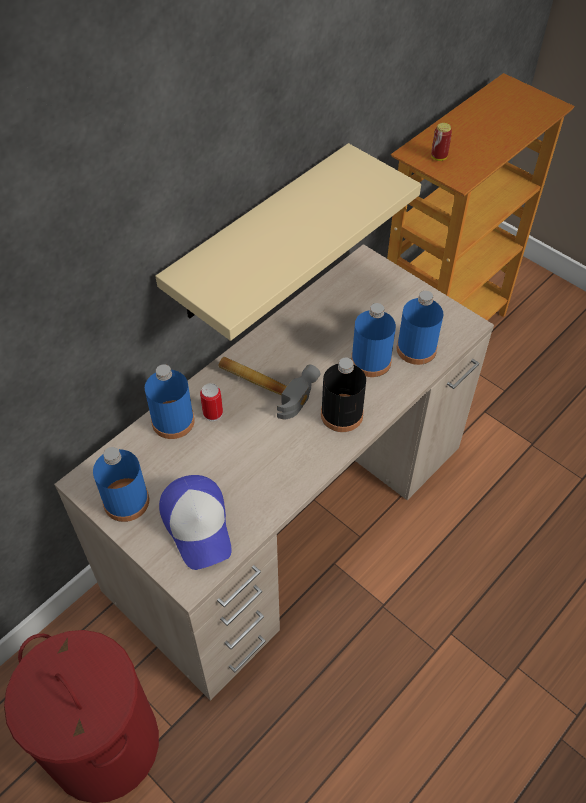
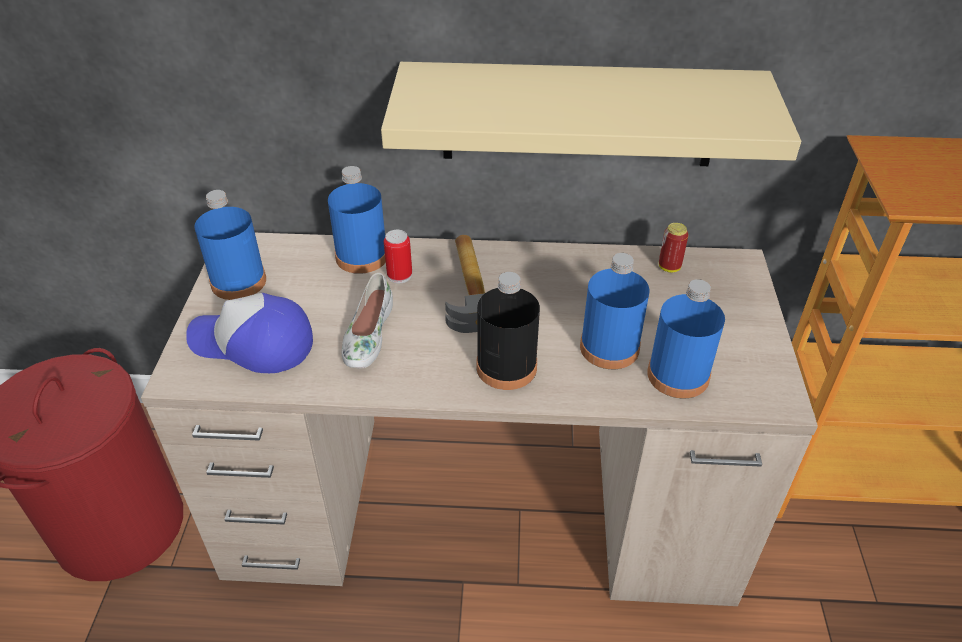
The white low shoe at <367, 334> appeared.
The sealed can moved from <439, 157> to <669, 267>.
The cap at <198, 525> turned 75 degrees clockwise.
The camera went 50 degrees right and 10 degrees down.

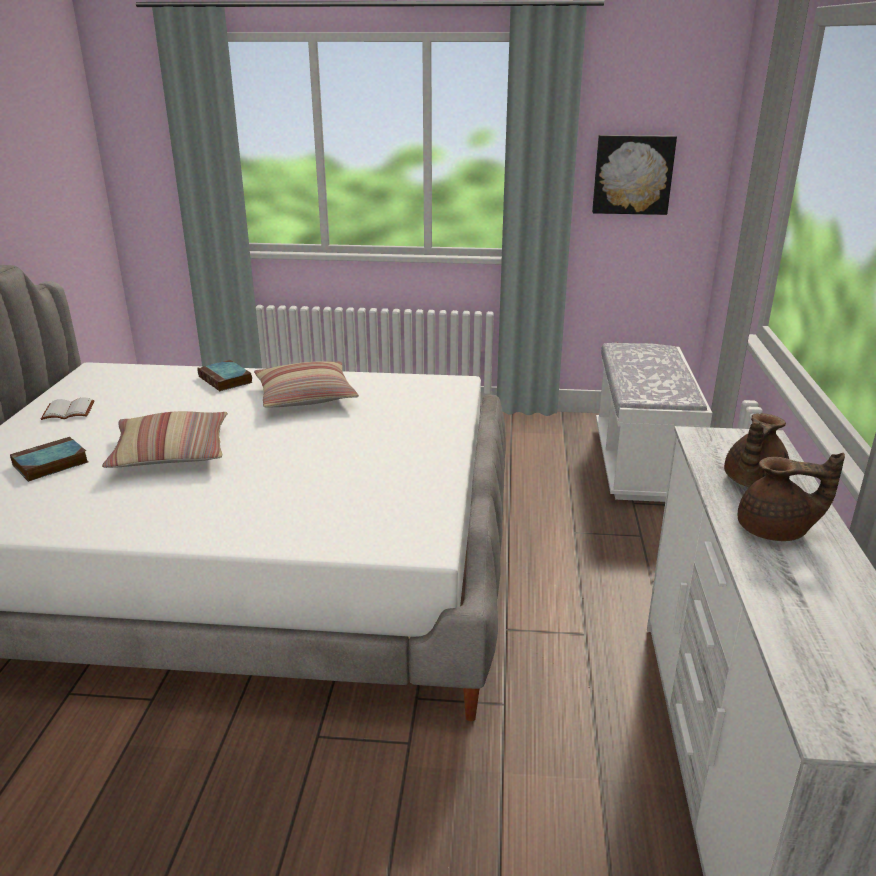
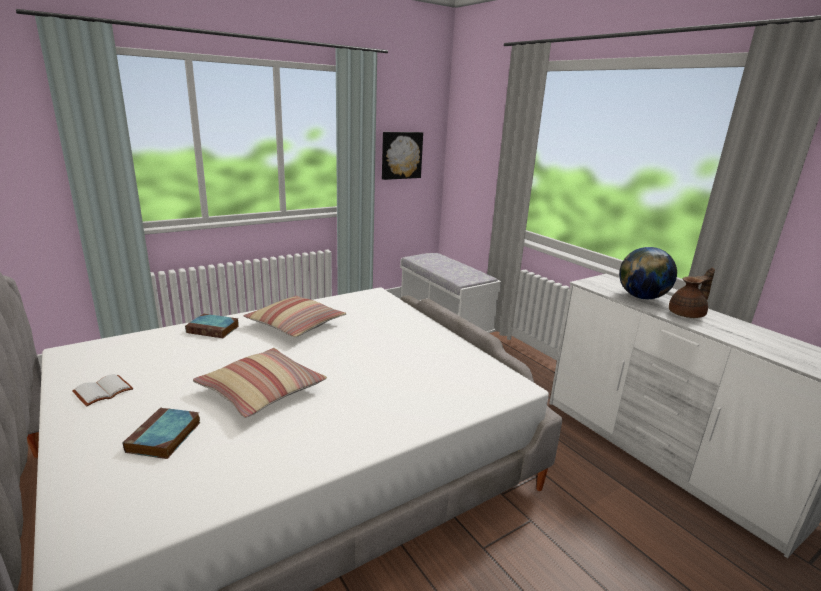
The brown pot for tea at <751, 482> was replaced by the globe at <641, 297>.
The camera went 40 degrees left and 5 degrees down.

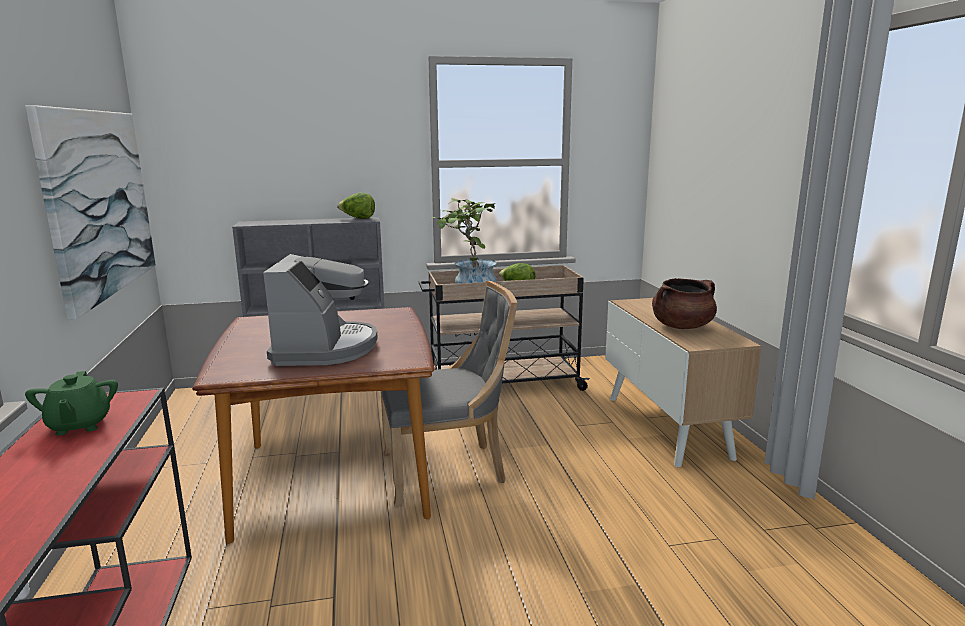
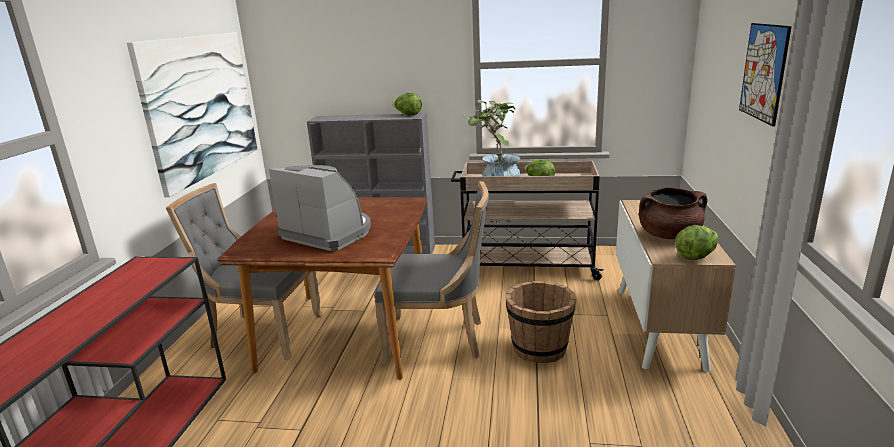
The green pot for tea at <79, 425> disappeared.
The gray chair at <262, 333> appeared.
The brown bucket at <539, 348> appeared.
The lettuce at <696, 256> appeared.
The wall art at <763, 72> appeared.
The coffee brewer at <325, 348> turned 75 degrees counterclockwise.
The camera went 20 degrees right and 5 degrees up.

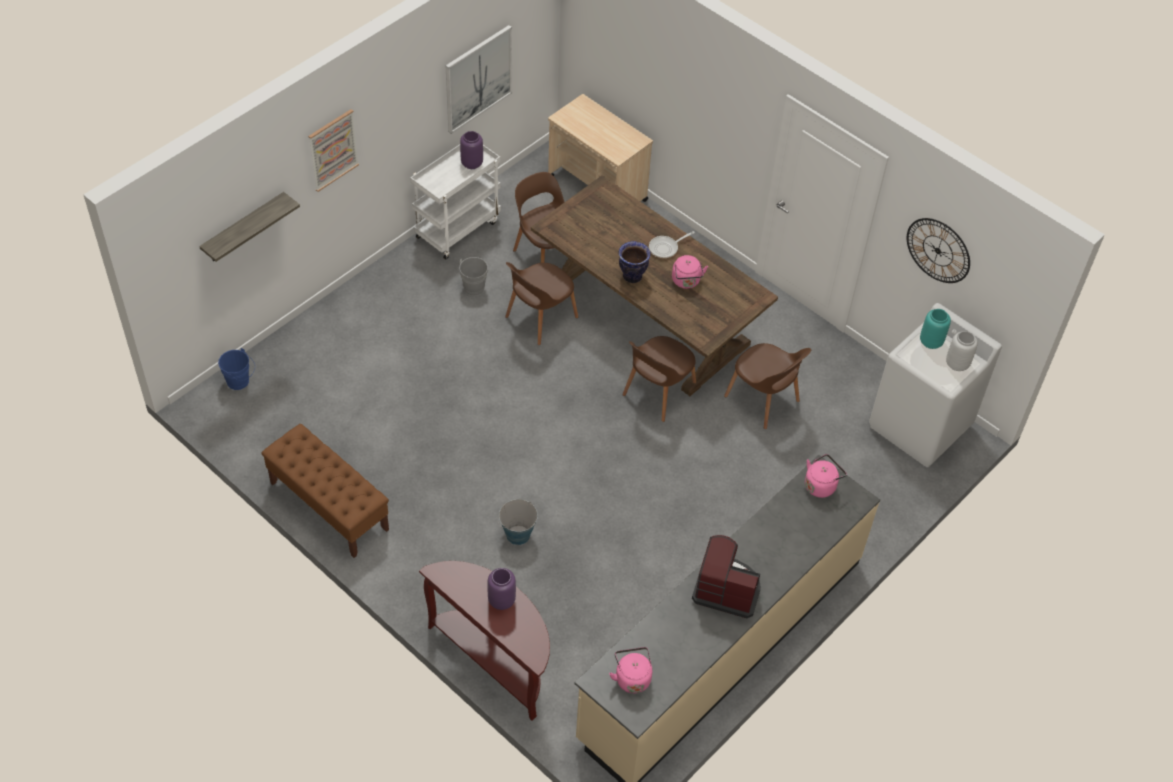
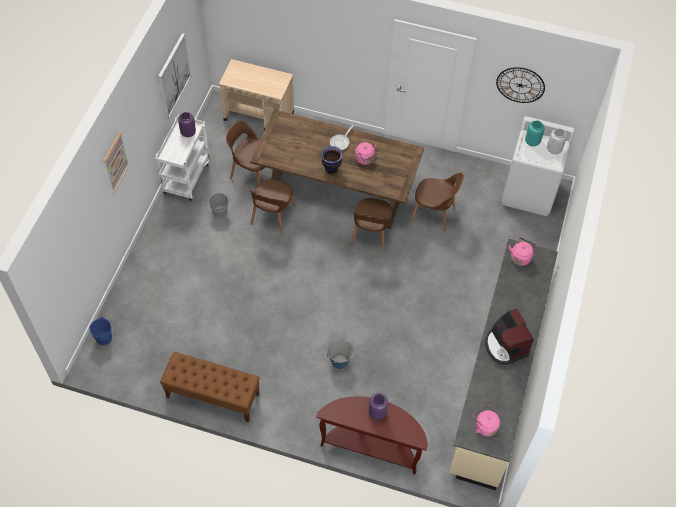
The wall shelf at <244, 228> disappeared.
The coffee brewer at <726, 589> turned 105 degrees counterclockwise.
The camera went 25 degrees left and 5 degrees up.

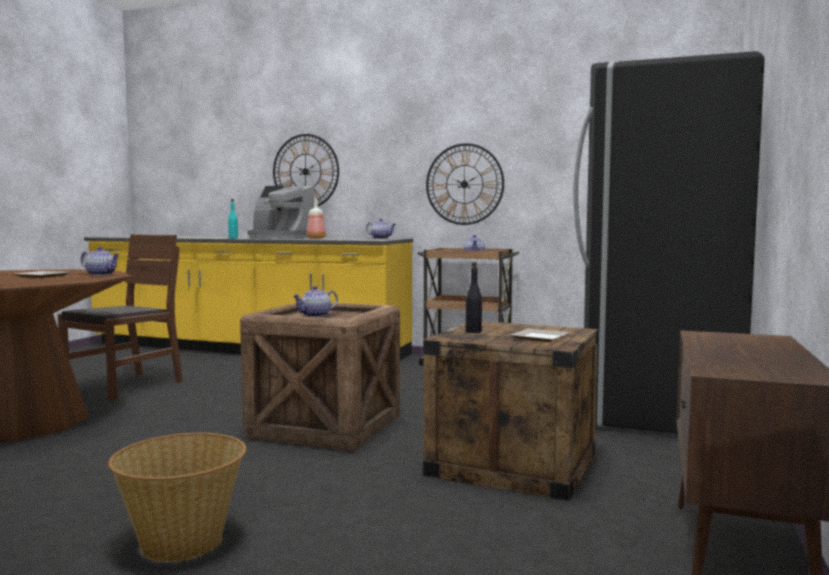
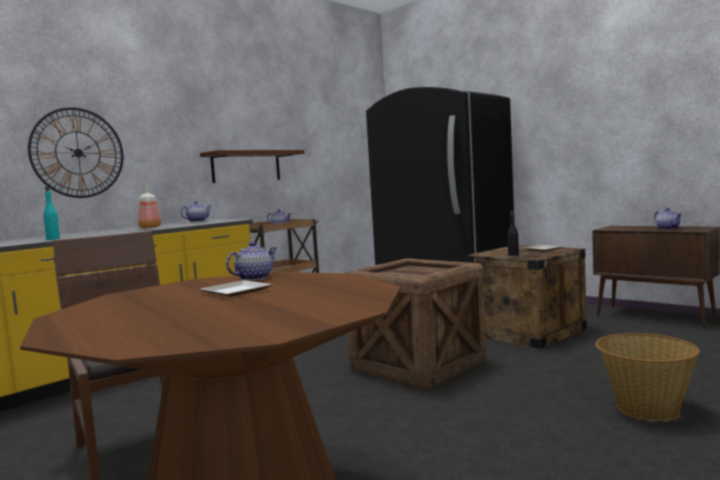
The coffee brewer at <279, 238> disappeared.
The pot for tea moved from <315, 316> to <668, 228>.
The clock on the wall at <464, 184> was replaced by the brown wall shelf at <246, 167>.
The camera went 65 degrees left and 0 degrees up.

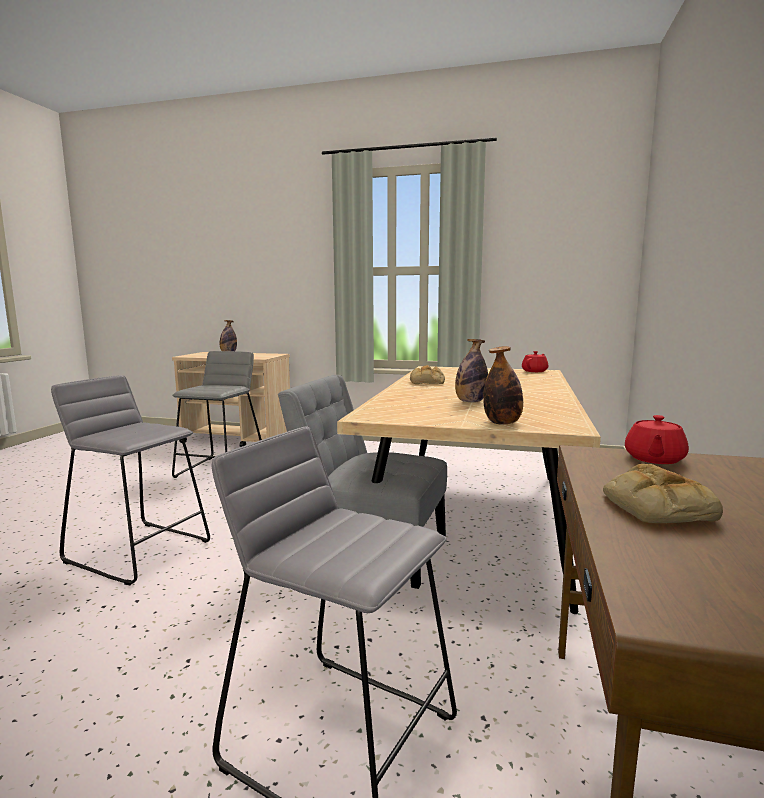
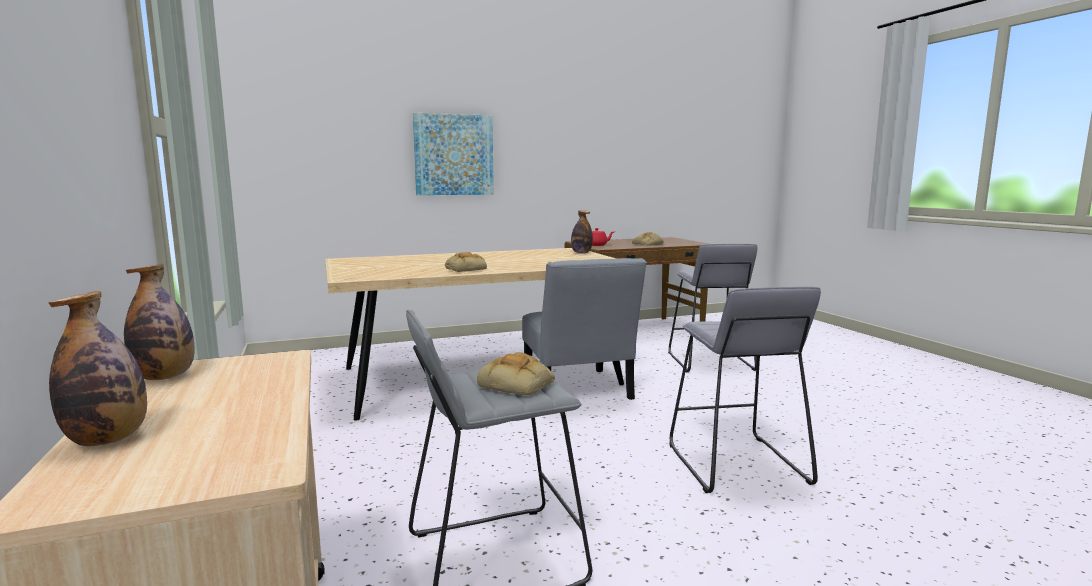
The reddish pot for tea at <535, 371> disappeared.
The wall art at <453, 155> appeared.
The baked bread at <518, 384> appeared.
The drink bottle moved from <470, 402> to <165, 377>.
The camera went 125 degrees left and 0 degrees up.

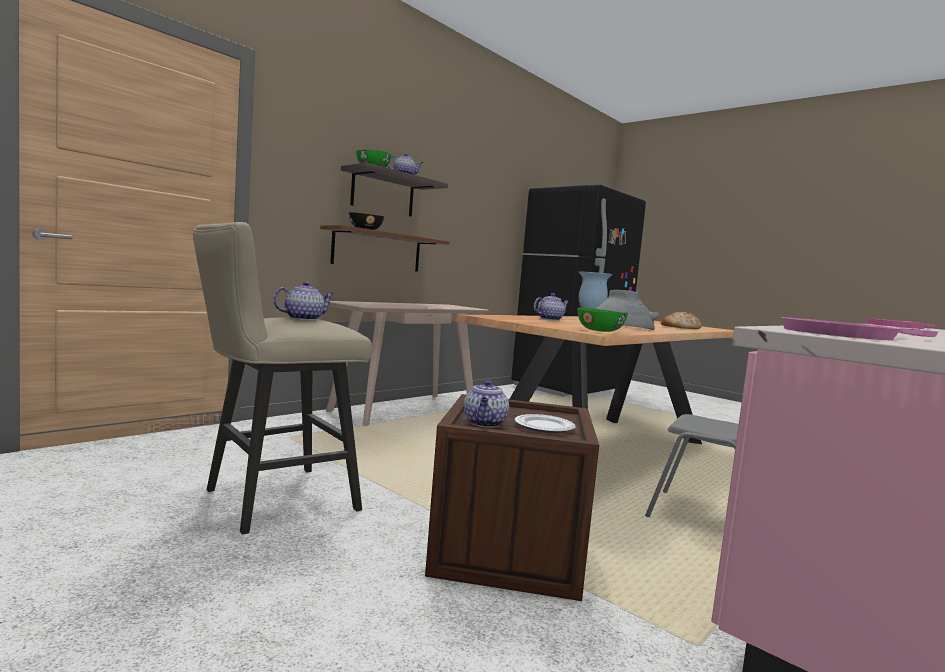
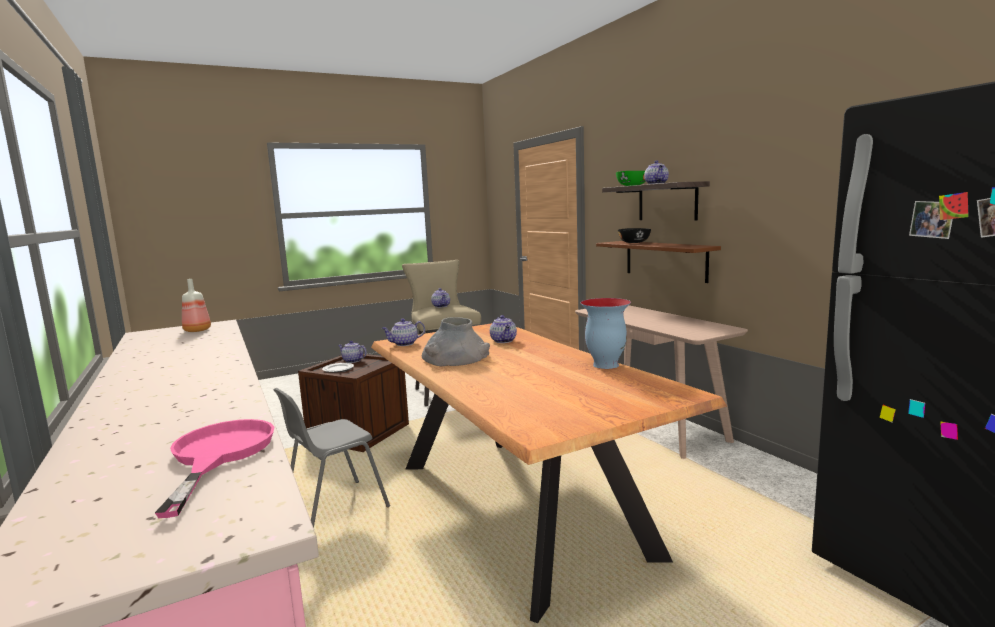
The baked bread at <680, 327> disappeared.
The green serving bowl at <600, 331> was replaced by the pot for tea at <404, 344>.
The pink-coloured frying pan at <850, 334> was replaced by the drink bottle at <196, 330>.
The camera went 110 degrees right and 5 degrees up.

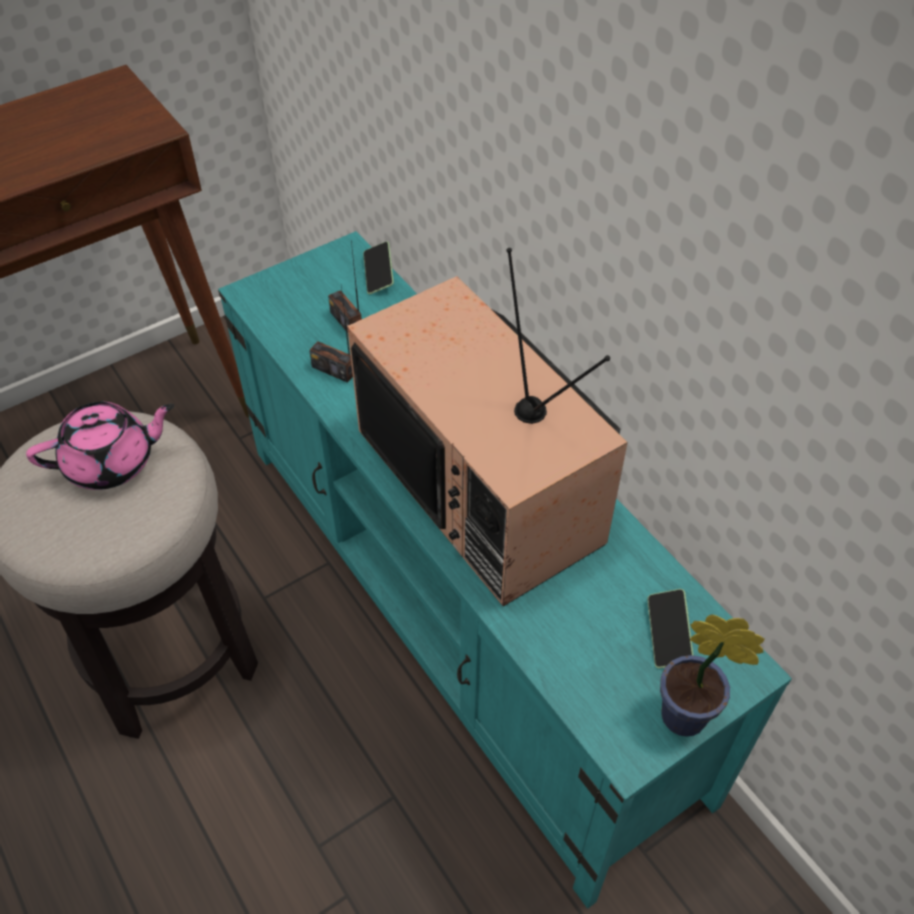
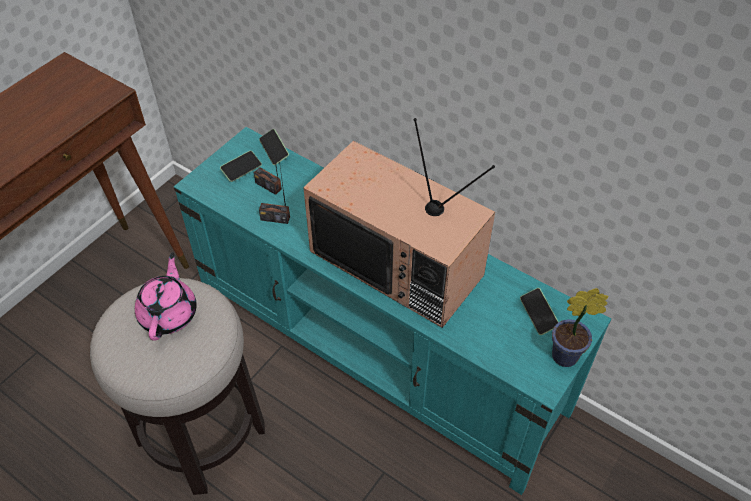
The phone at <241, 170> appeared.
The pink-coloured pot for tea at <112, 462> turned 45 degrees counterclockwise.
The camera went 20 degrees left and 0 degrees up.

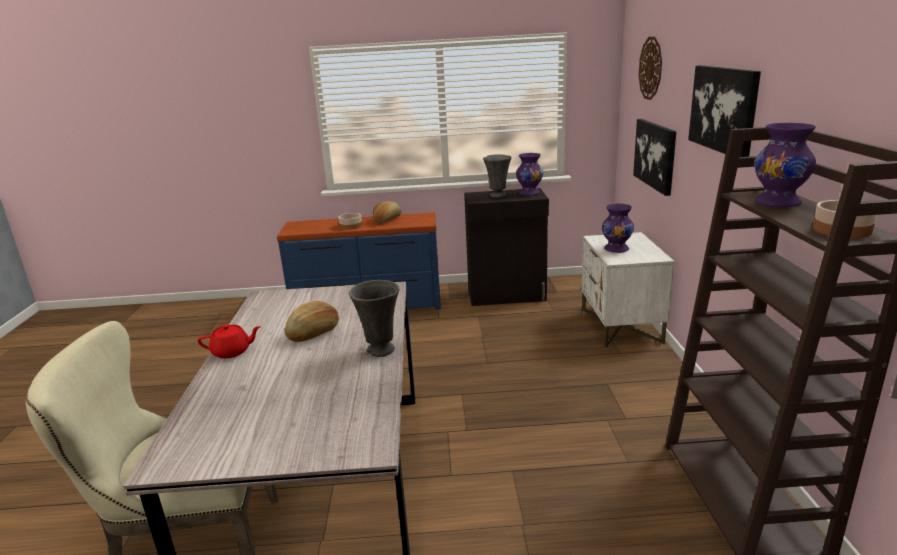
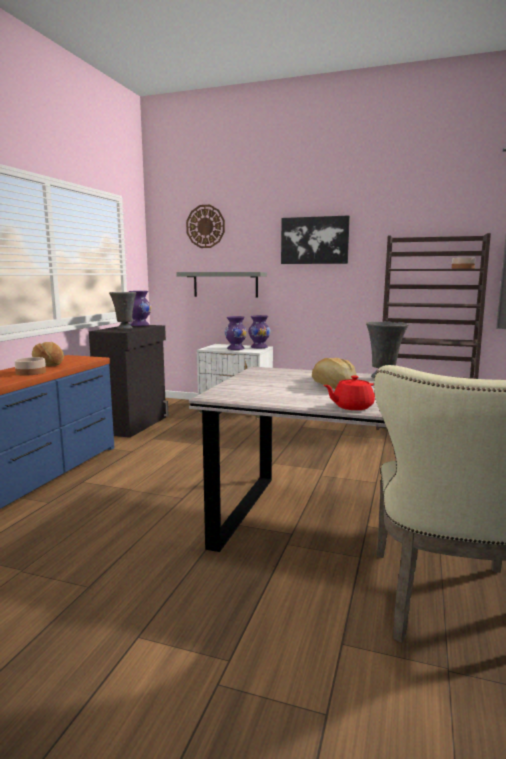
The purple vase moved from <779, 203> to <259, 347>.
The wall art at <655, 155> was replaced by the gray wall shelf at <225, 284>.
The reddish pot for tea at <232, 352> turned 120 degrees counterclockwise.
The camera went 70 degrees left and 10 degrees down.

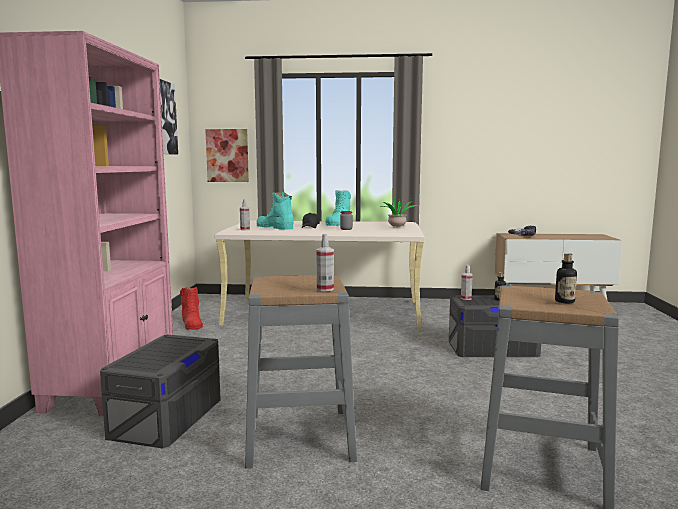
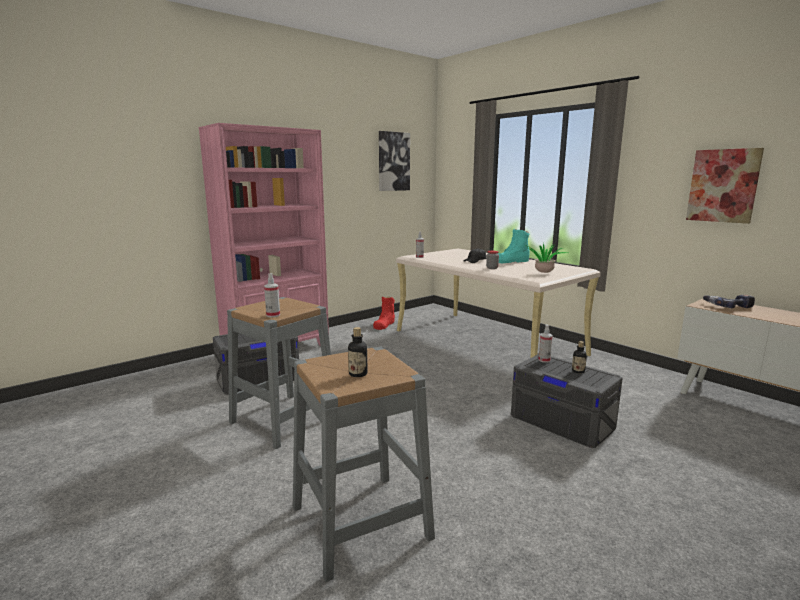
The turquoise-coloured high-top boot at <274, 227> disappeared.
The wall art moved from <227, 155> to <723, 186>.
The camera went 45 degrees right and 5 degrees up.

